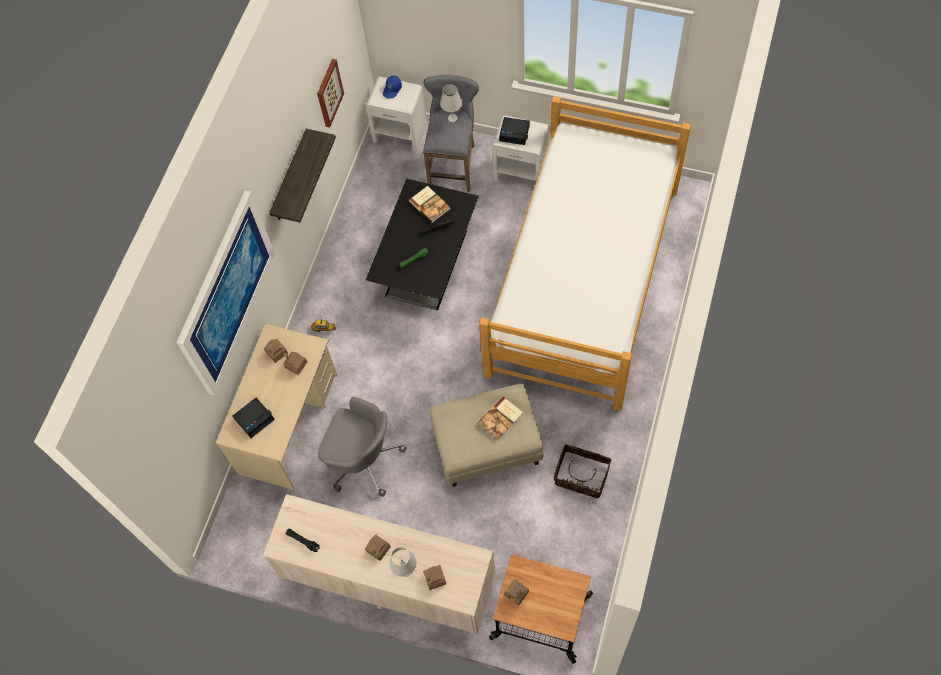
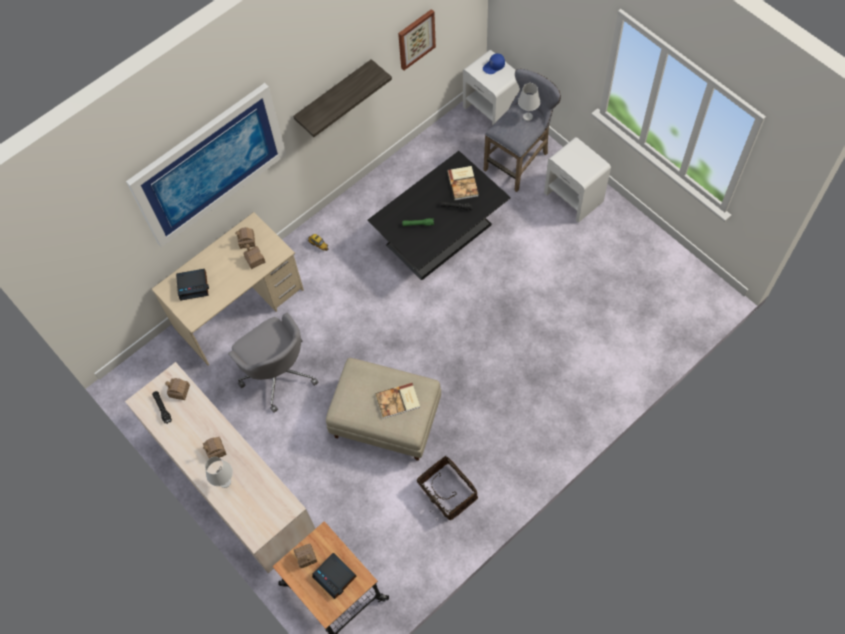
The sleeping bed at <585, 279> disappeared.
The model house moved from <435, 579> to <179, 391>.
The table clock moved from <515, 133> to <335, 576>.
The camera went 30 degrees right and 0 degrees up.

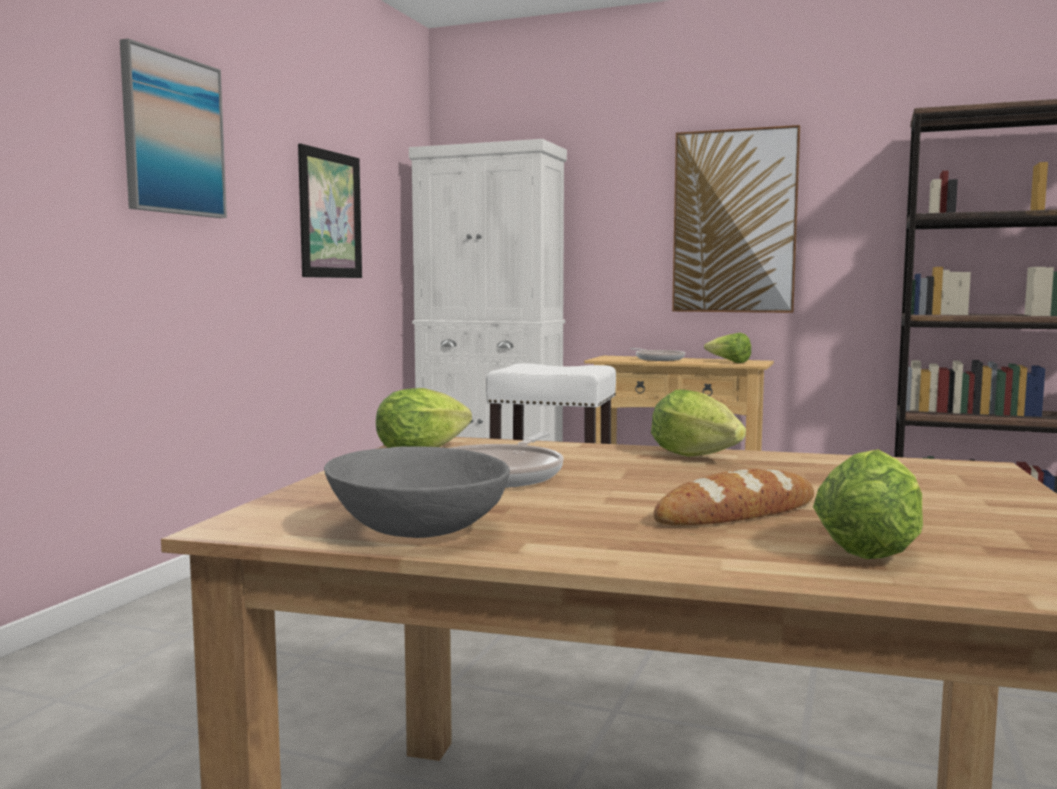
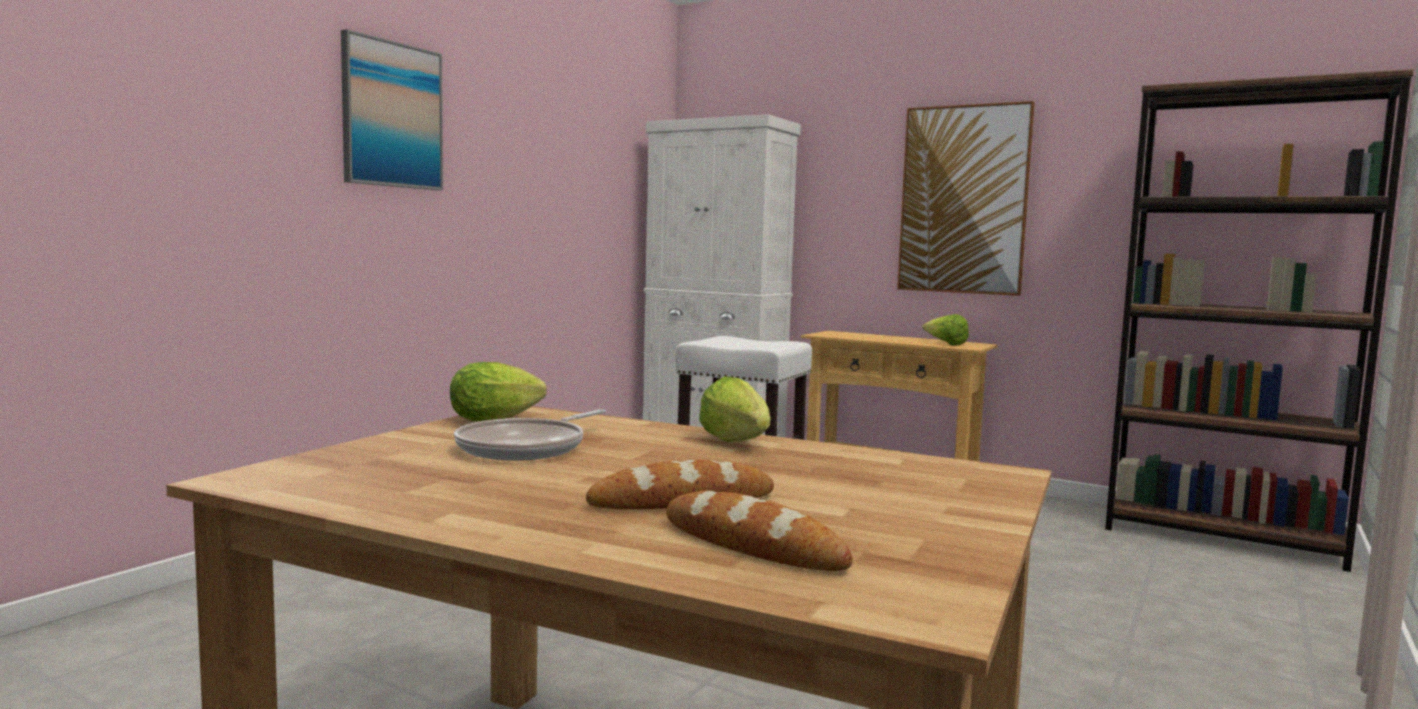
The wall art at <330, 215> disappeared.
The gray serving bowl at <416, 529> disappeared.
The frying pan at <658, 359> disappeared.
The lettuce at <871, 547> was replaced by the baked bread at <752, 544>.
The camera went 10 degrees right and 0 degrees up.

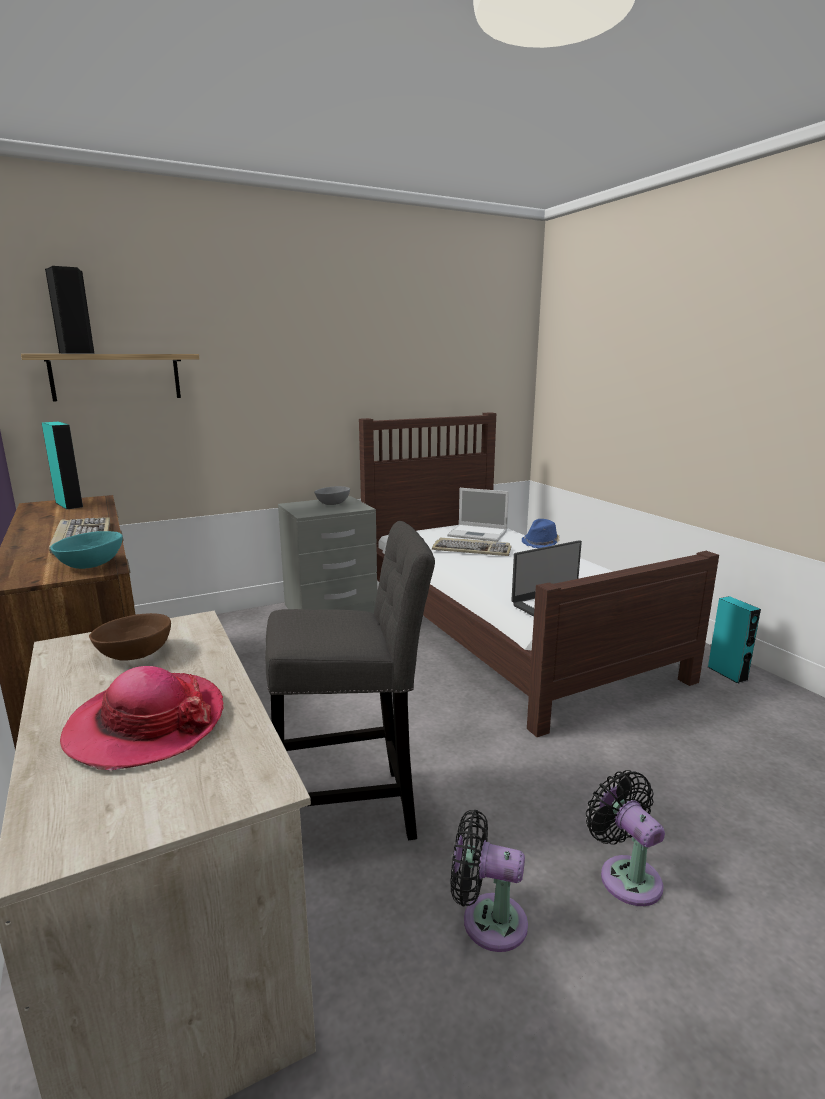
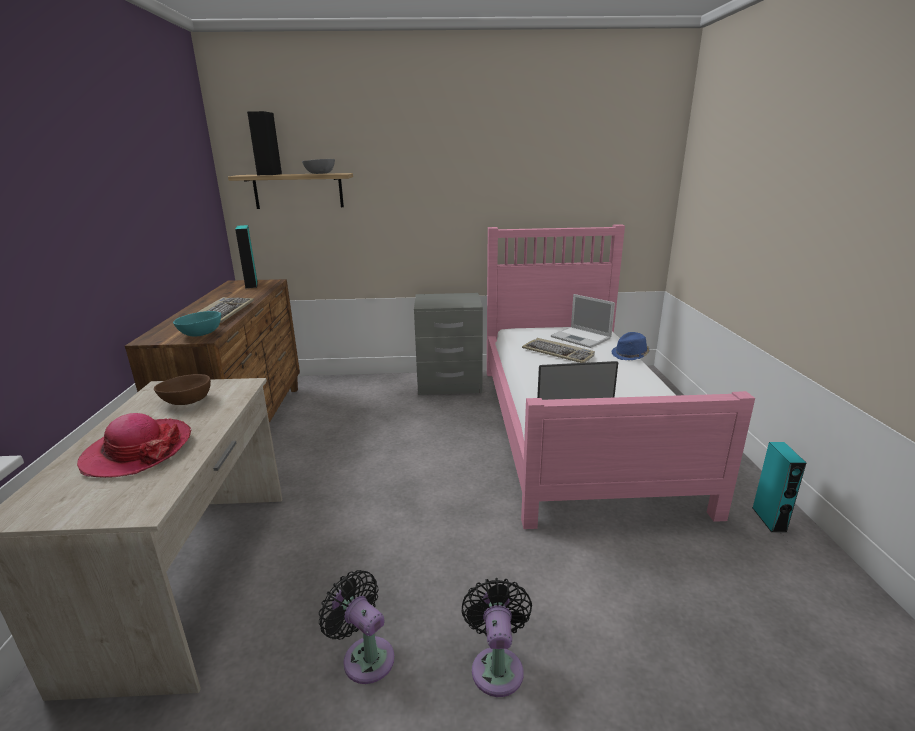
The gray sitting stool at <352, 811> disappeared.
The gray serving bowl moved from <333, 504> to <320, 173>.
The brown sleeping bed at <502, 628> became the pink-coloured sleeping bed at <575, 427>.
The camera went 25 degrees right and 5 degrees up.

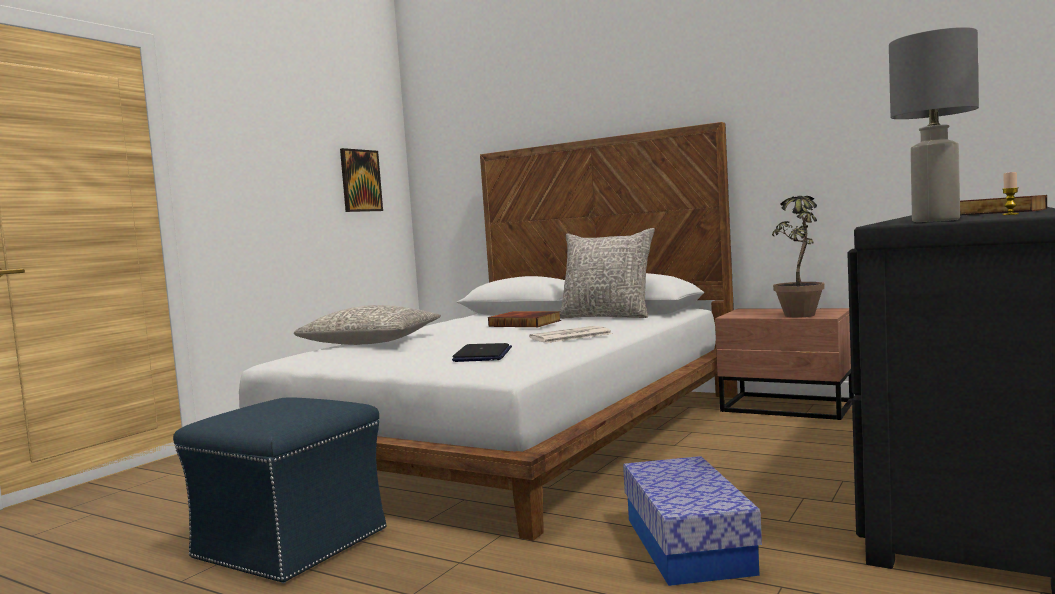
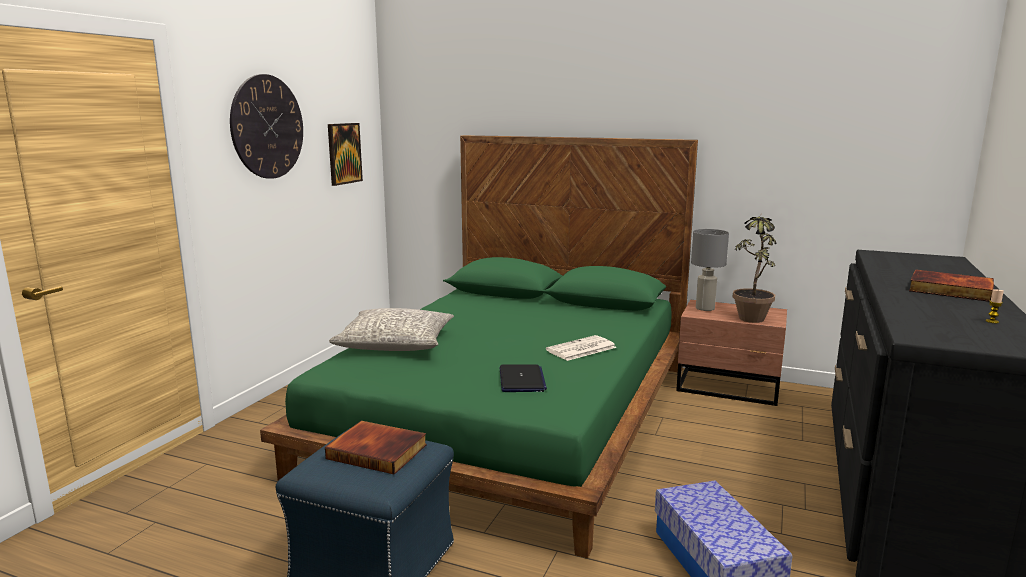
The gray pillow at <607, 317> disappeared.
The clock on the wall at <267, 127> appeared.
The book moved from <526, 323> to <378, 451>.
The gray lamp for a table moved from <936, 221> to <705, 308>.
The white sleeping bed at <514, 435> became the green sleeping bed at <512, 416>.
The camera went 10 degrees left and 10 degrees up.

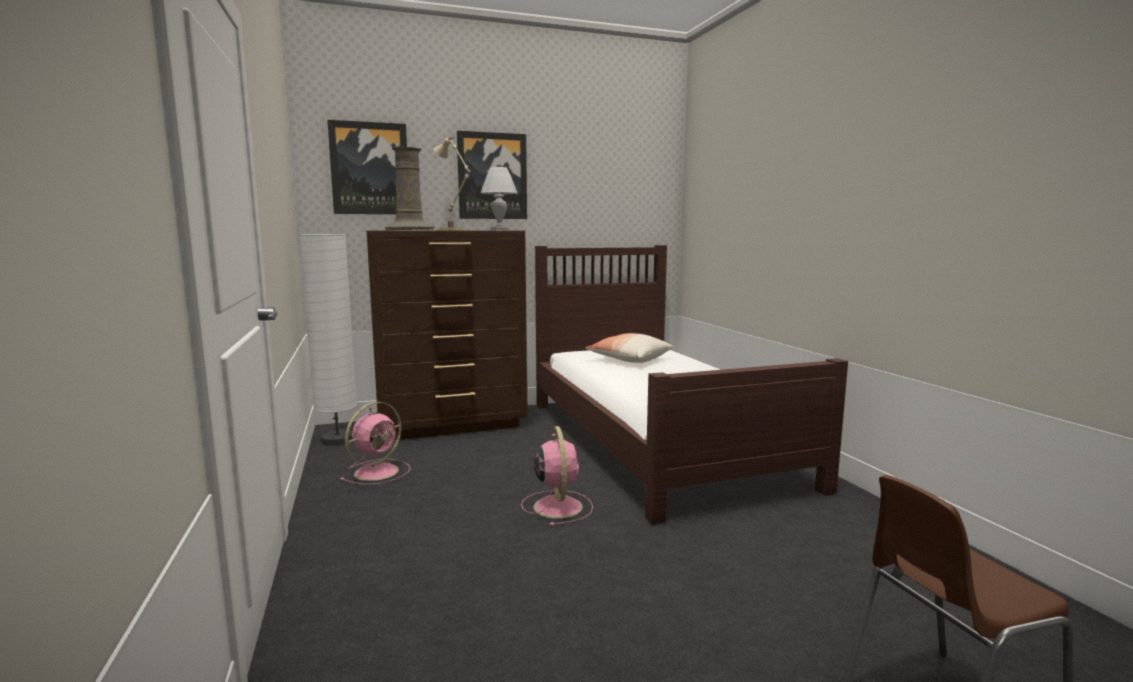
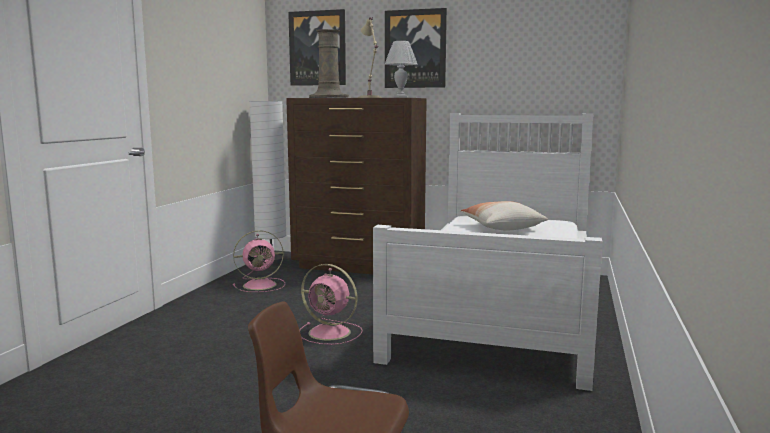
The brown sleeping bed at <655, 440> became the white sleeping bed at <500, 309>.
The pink-coloured electric fan at <557, 506> turned 90 degrees clockwise.
The camera went 35 degrees right and 0 degrees up.

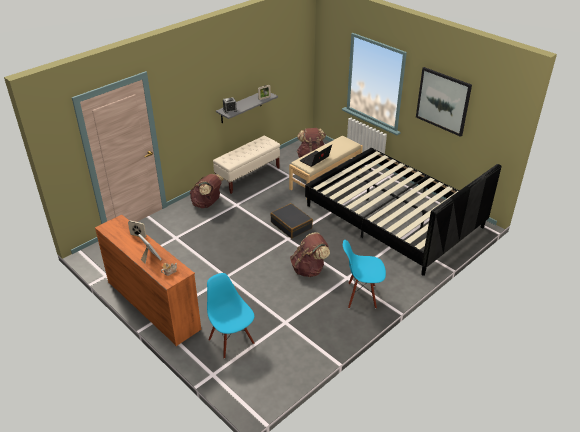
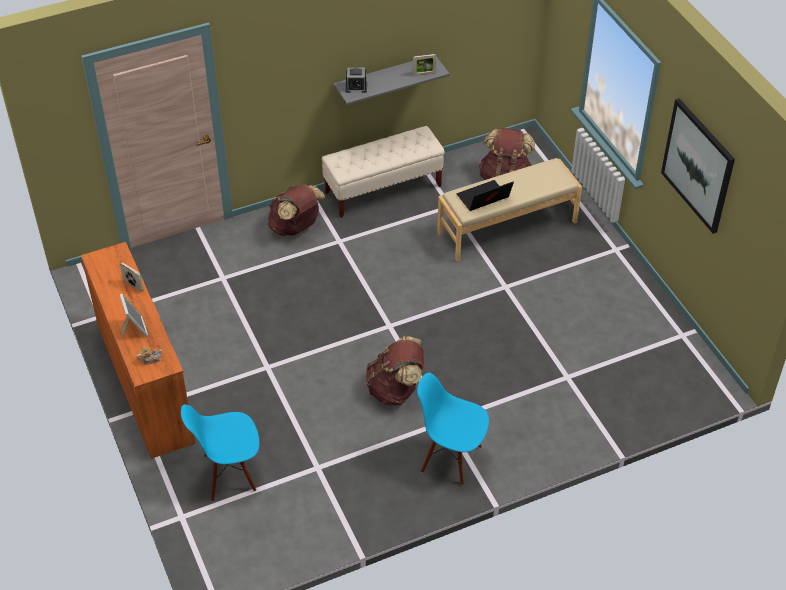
The blackish travel case at <291, 225> disappeared.
The blackish sleeping bed at <393, 216> disappeared.
The blue-coloured chair at <231, 341> turned 90 degrees counterclockwise.
The camera went 20 degrees right and 10 degrees up.

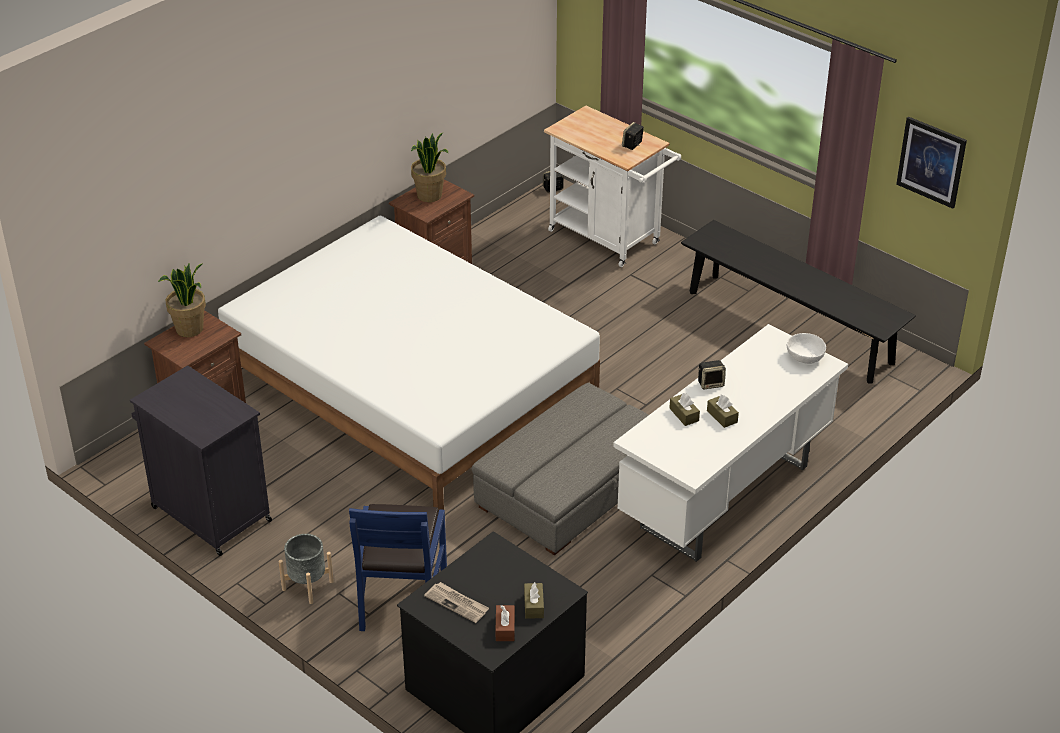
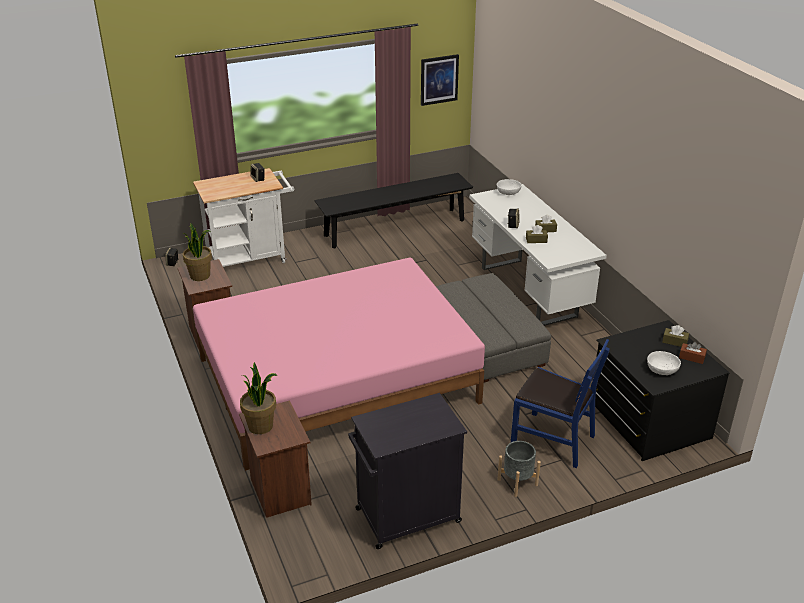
The newspaper at <457, 603> was replaced by the white serving bowl at <661, 370>.
The white sleeping bed at <410, 389> became the pink-coloured sleeping bed at <336, 380>.
The camera went 65 degrees left and 5 degrees down.

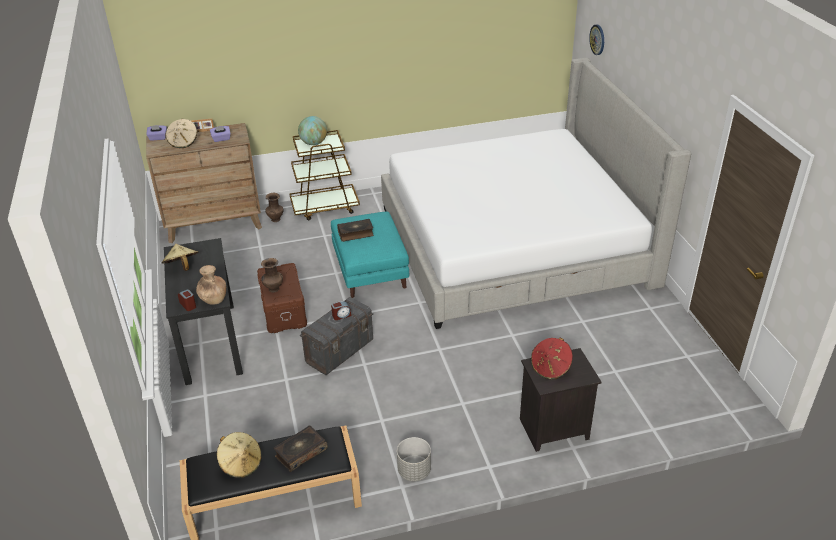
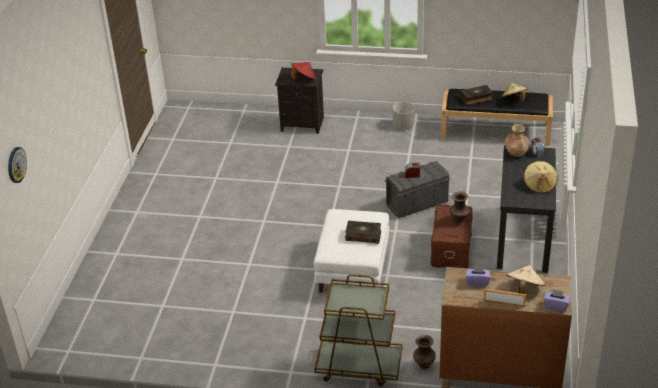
The globe at <314, 143> disappeared.
The sleeping bed at <513, 245> disappeared.
The turquoise-coloured footrest at <371, 271> became the white footrest at <353, 268>.
The camera went 155 degrees left and 0 degrees up.

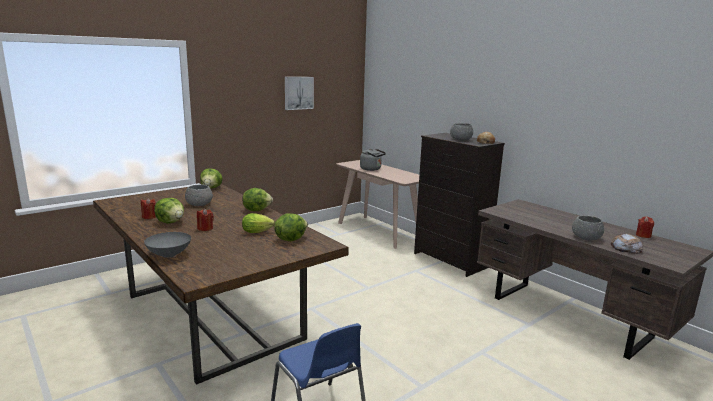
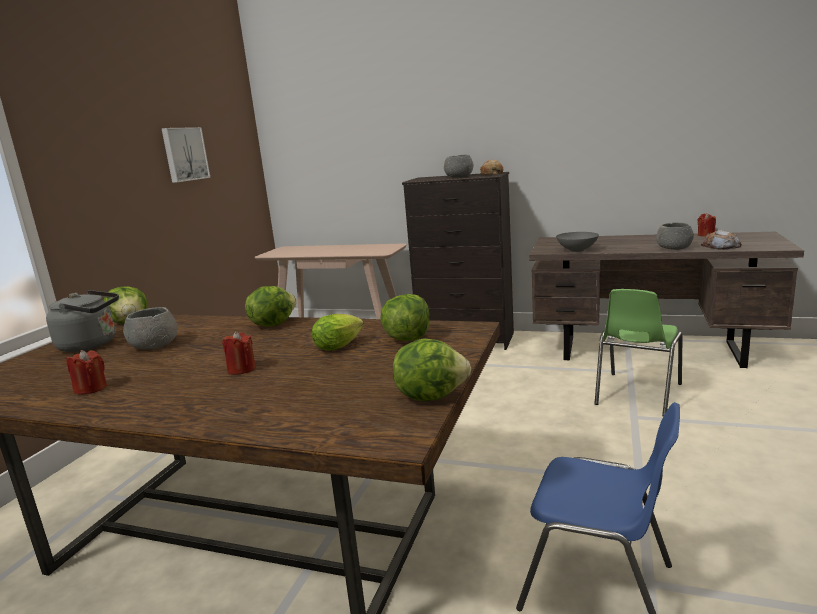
The green chair at <636, 394> appeared.
The gray serving bowl moved from <168, 255> to <576, 250>.
The lettuce moved from <171, 222> to <430, 395>.
The gray tea kettle moved from <372, 169> to <92, 344>.
The camera went 30 degrees left and 0 degrees up.

